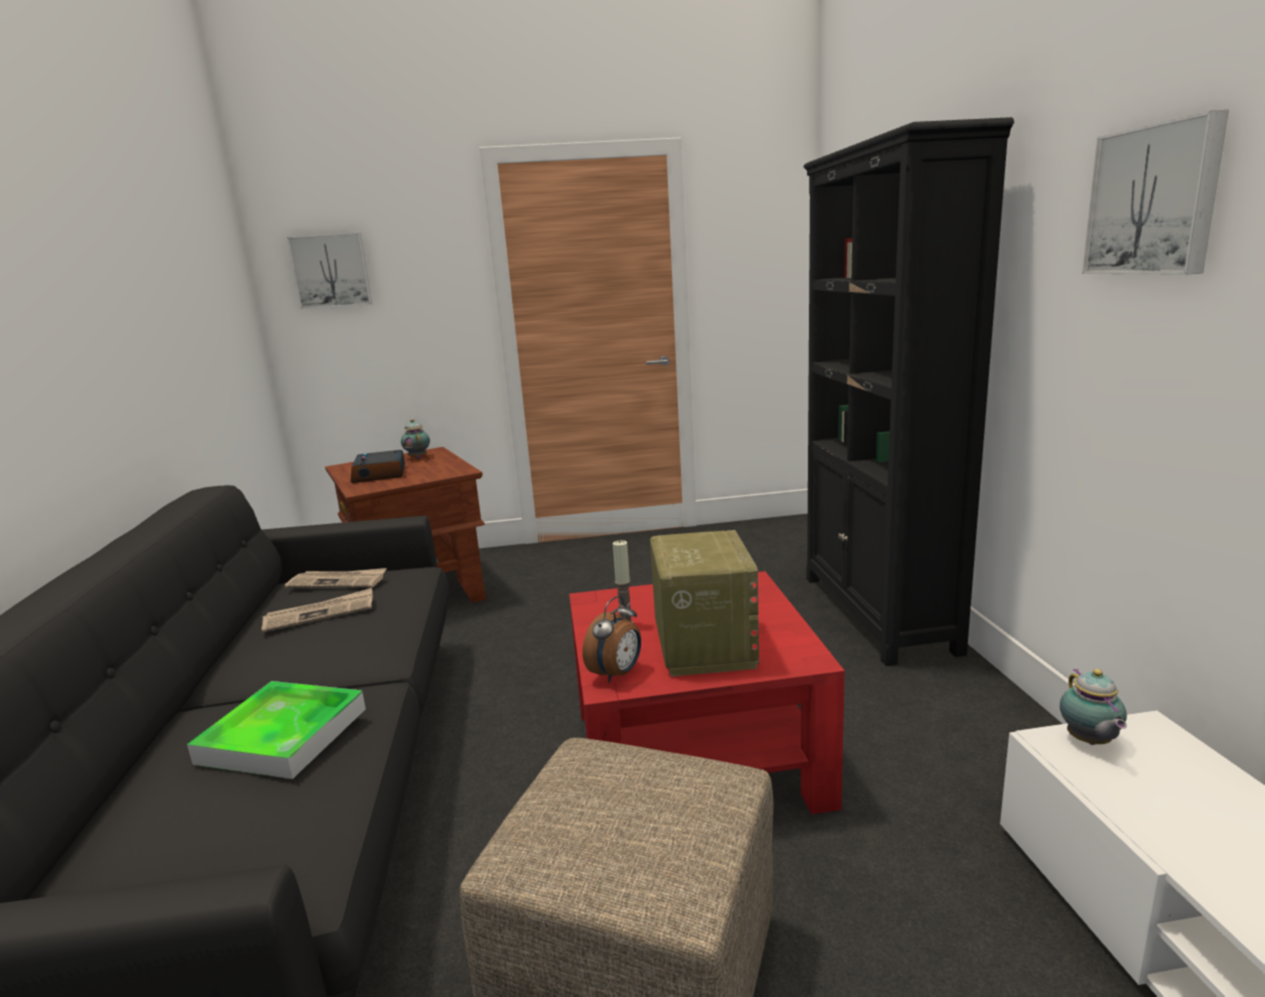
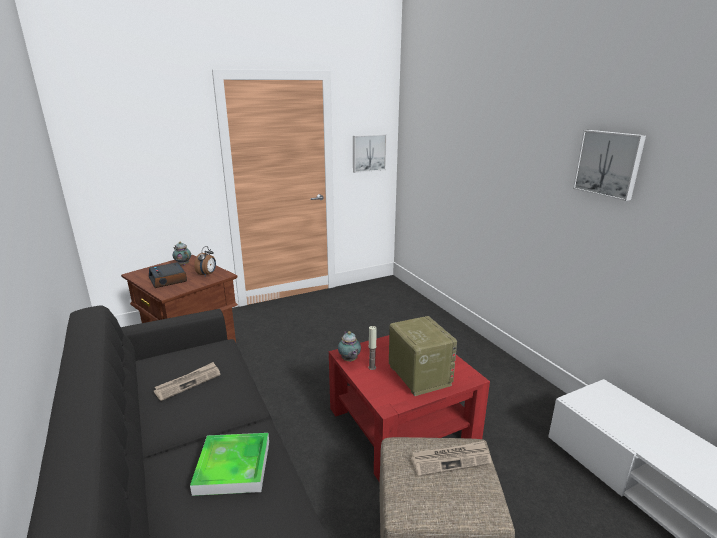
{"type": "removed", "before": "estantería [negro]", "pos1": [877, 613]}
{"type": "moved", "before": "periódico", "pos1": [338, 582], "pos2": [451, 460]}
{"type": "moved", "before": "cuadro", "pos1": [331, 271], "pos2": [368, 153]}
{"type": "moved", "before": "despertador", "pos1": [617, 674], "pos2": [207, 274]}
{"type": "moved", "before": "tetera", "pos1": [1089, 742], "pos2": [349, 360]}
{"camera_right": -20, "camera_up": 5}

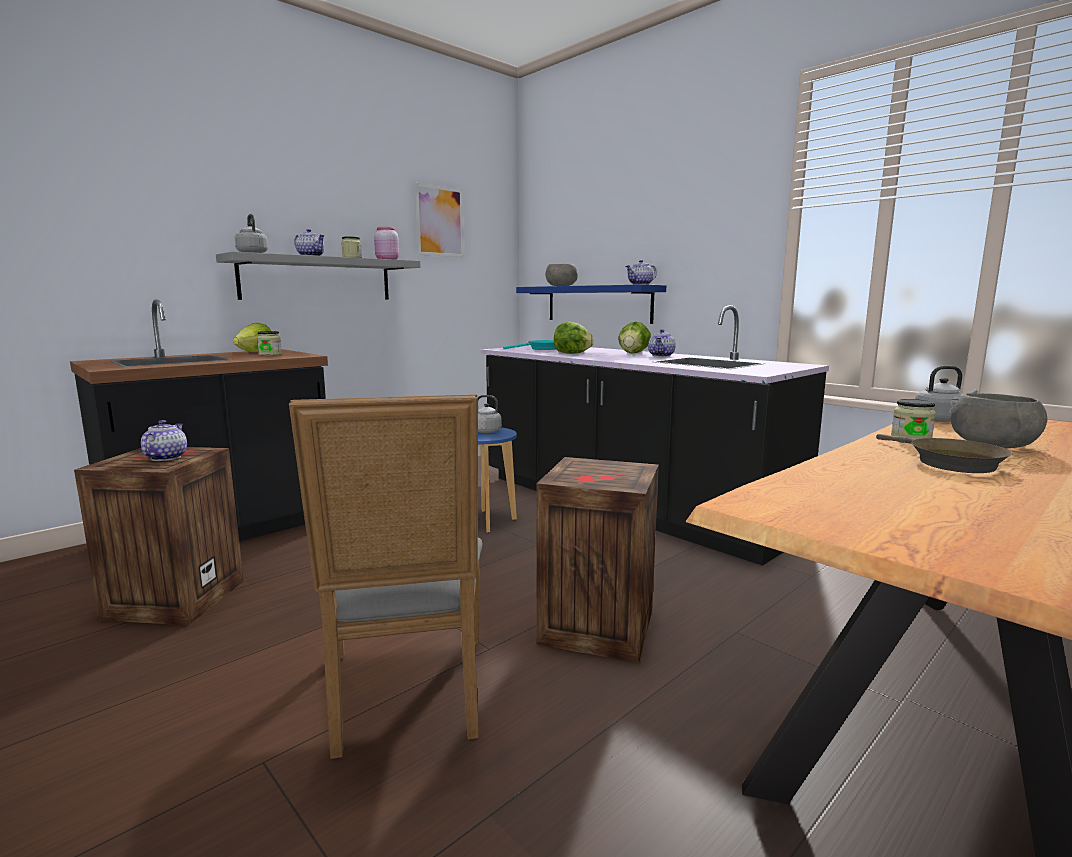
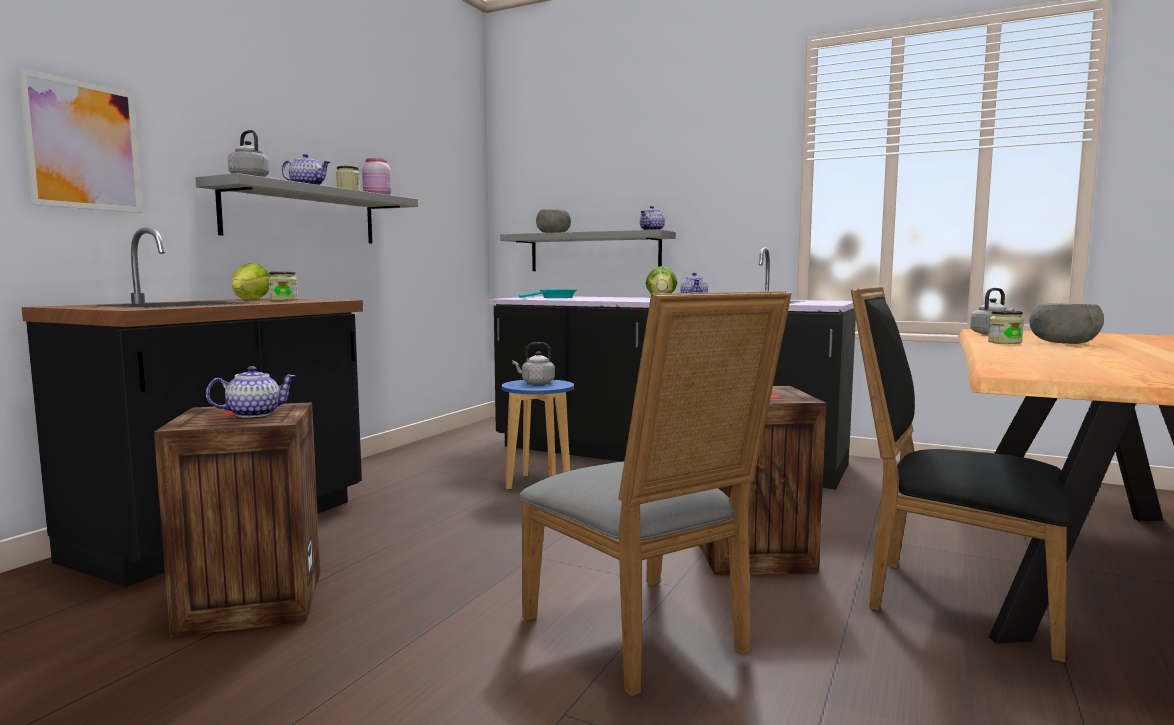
{"type": "removed", "before": "lechuga", "pos1": [572, 353]}
{"type": "removed", "before": "sartén [marrón]", "pos1": [948, 462]}
{"type": "added", "after": "silla [negro]", "pos2": [951, 599]}
{"type": "moved", "before": "cuadro", "pos1": [439, 221], "pos2": [83, 146]}
{"type": "recoloured", "before": "estante [azul]", "after": "estante [gris]", "pos1": [598, 304], "pos2": [594, 252]}
{"type": "turned", "before": "tetera", "pos1": [165, 457], "pos2": [254, 414], "turn": 75}
{"camera_right": -20, "camera_up": -5}

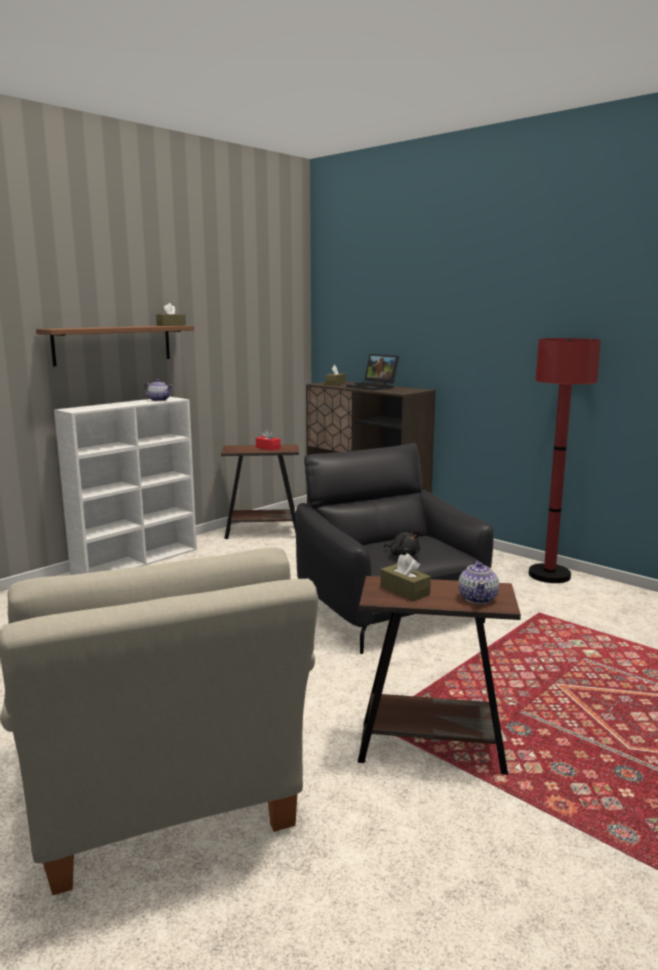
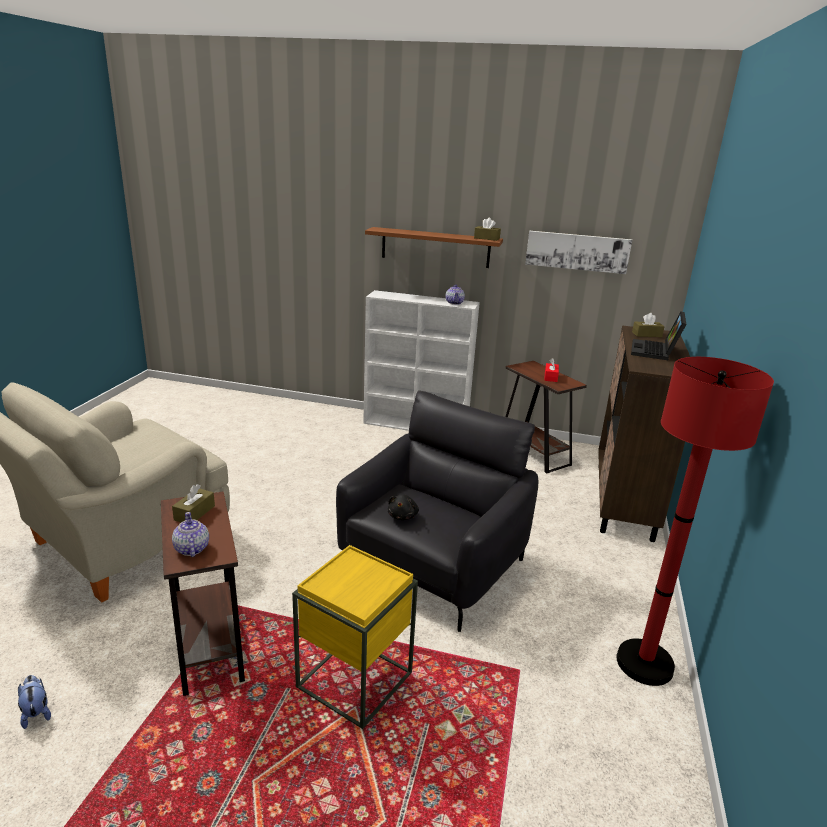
{"type": "added", "after": "peluche", "pos2": [36, 712]}
{"type": "added", "after": "mesa auxiliar [amarillo]", "pos2": [355, 680]}
{"type": "added", "after": "cuadro", "pos2": [577, 251]}
{"type": "turned", "before": "tetera", "pos1": [478, 598], "pos2": [191, 549], "turn": 90}
{"camera_right": 60, "camera_up": 10}

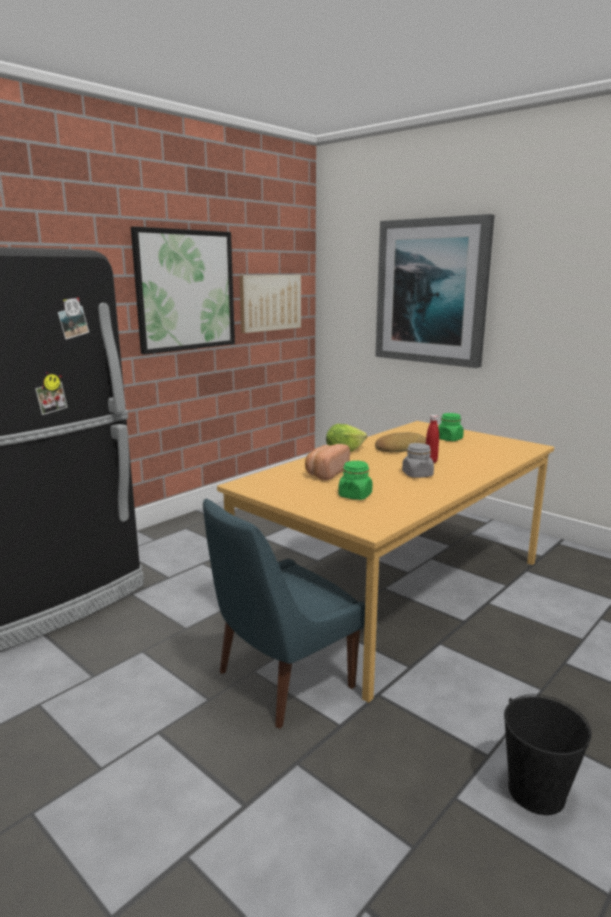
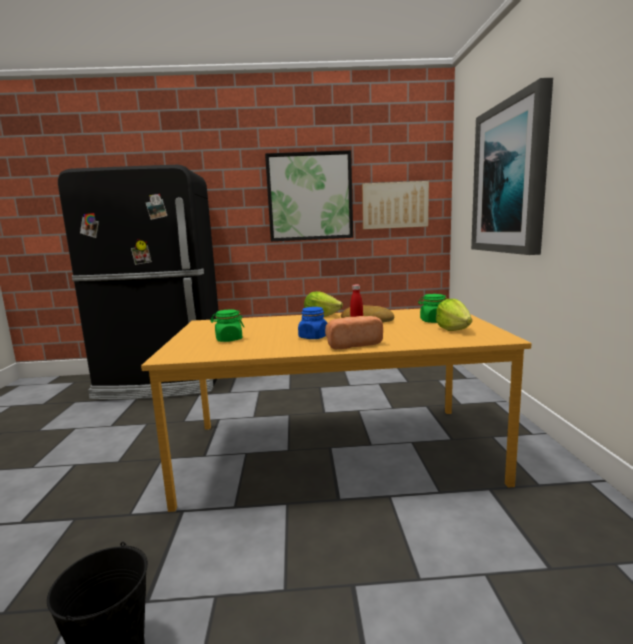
{"type": "removed", "before": "silla [azul]", "pos1": [280, 681]}
{"type": "added", "after": "lechuga", "pos2": [453, 329]}
{"type": "moved", "before": "pan", "pos1": [325, 473], "pos2": [352, 344]}
{"type": "recoloured", "before": "tarro [gris]", "after": "tarro [azul]", "pos1": [417, 475], "pos2": [313, 337]}
{"camera_right": 45, "camera_up": -5}

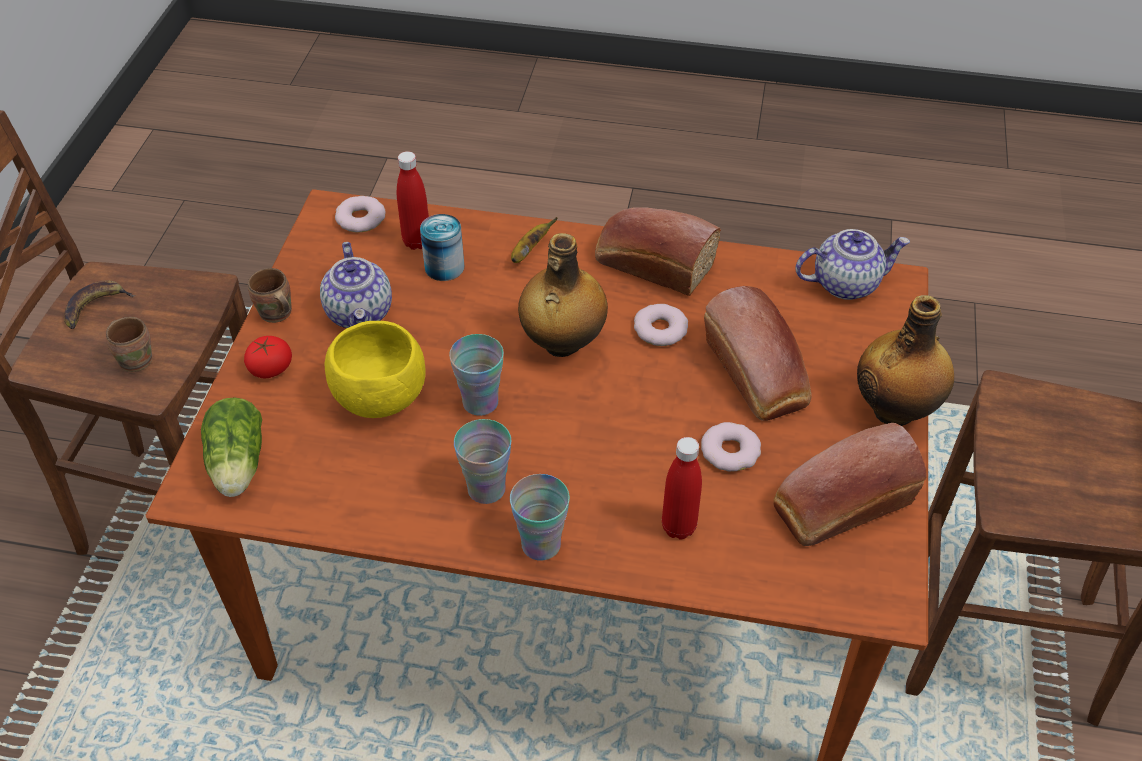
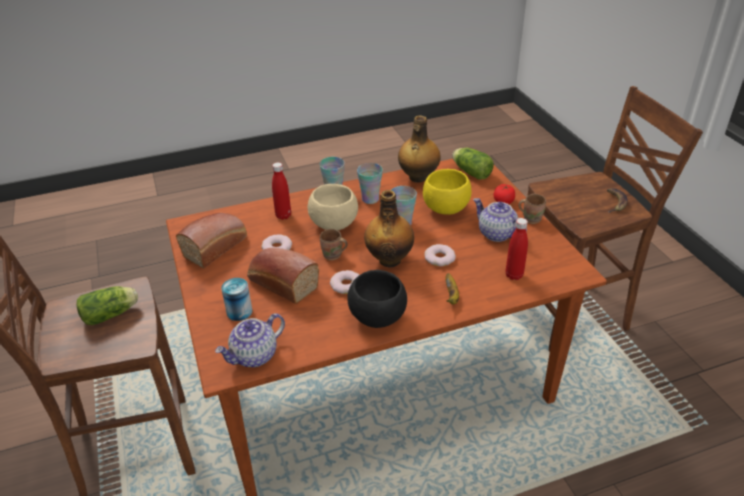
{"type": "added", "after": "lechuga", "pos2": [112, 314]}
{"type": "added", "after": "cuenco [beis]", "pos2": [334, 224]}
{"type": "moved", "before": "taza grande [marrón]", "pos1": [137, 359], "pos2": [333, 256]}
{"type": "moved", "before": "rosquilla", "pos1": [360, 218], "pos2": [440, 258]}
{"type": "moved", "before": "lata", "pos1": [444, 267], "pos2": [239, 312]}
{"type": "moved", "before": "botella", "pos1": [895, 409], "pos2": [418, 177]}
{"type": "replaced", "before": "pan", "after": "cuenco [negro]", "pos1": [651, 264], "pos2": [378, 317]}
{"camera_right": 150, "camera_up": -10}

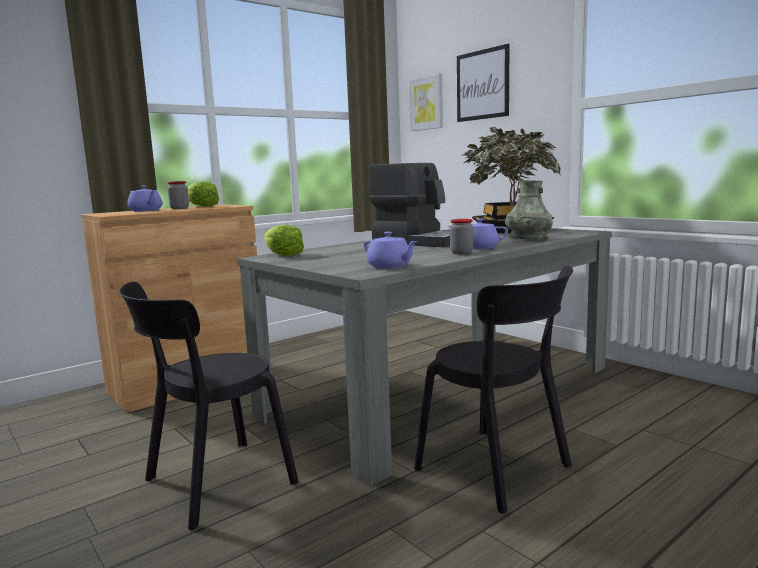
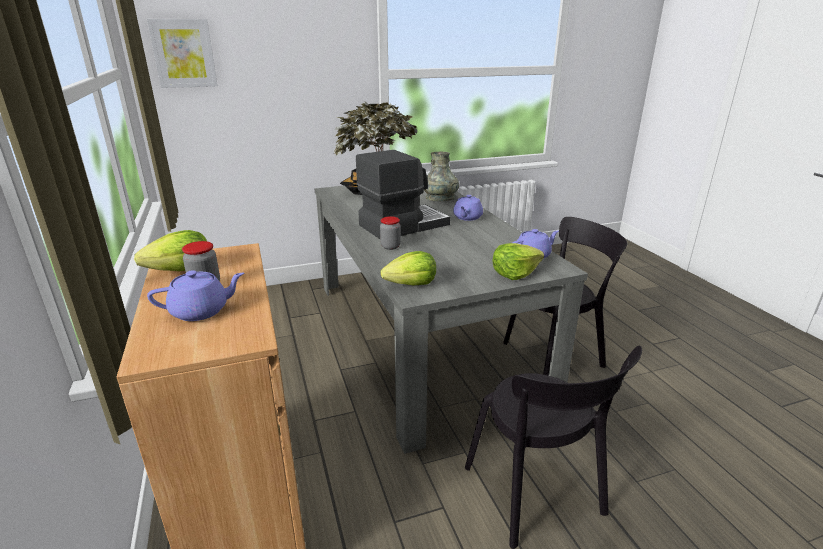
{"type": "removed", "before": "cuadro", "pos1": [482, 85]}
{"type": "added", "after": "lechuga", "pos2": [514, 273]}
{"type": "moved", "before": "tarro", "pos1": [461, 253], "pos2": [390, 246]}
{"camera_right": -70, "camera_up": 15}

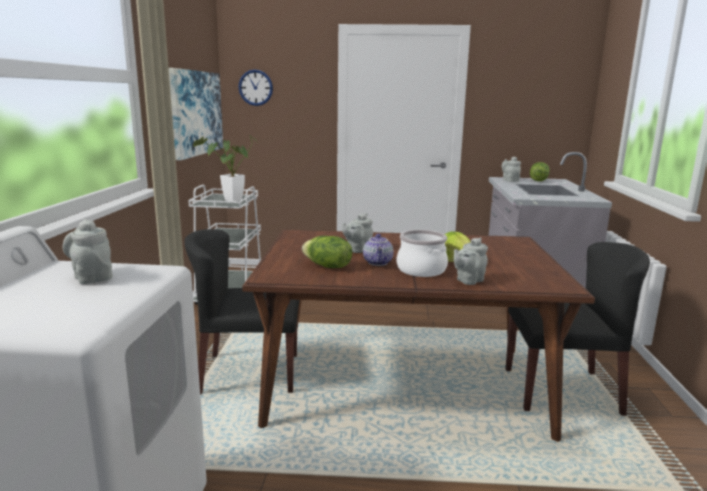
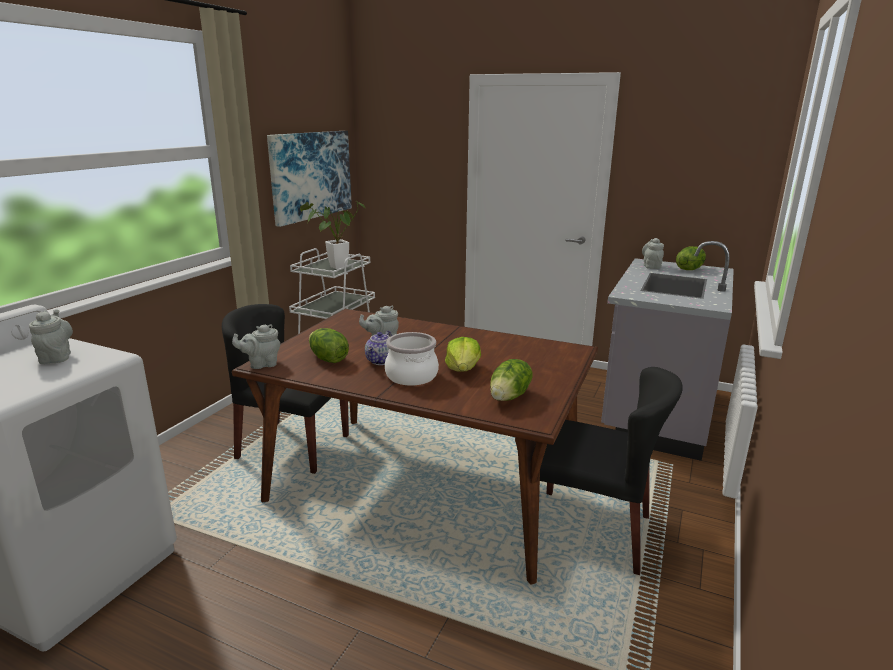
{"type": "removed", "before": "reloj de pared", "pos1": [255, 87]}
{"type": "added", "after": "lechuga", "pos2": [510, 397]}
{"type": "moved", "before": "tetera [gris]", "pos1": [468, 281], "pos2": [261, 364]}
{"camera_right": 20, "camera_up": 5}

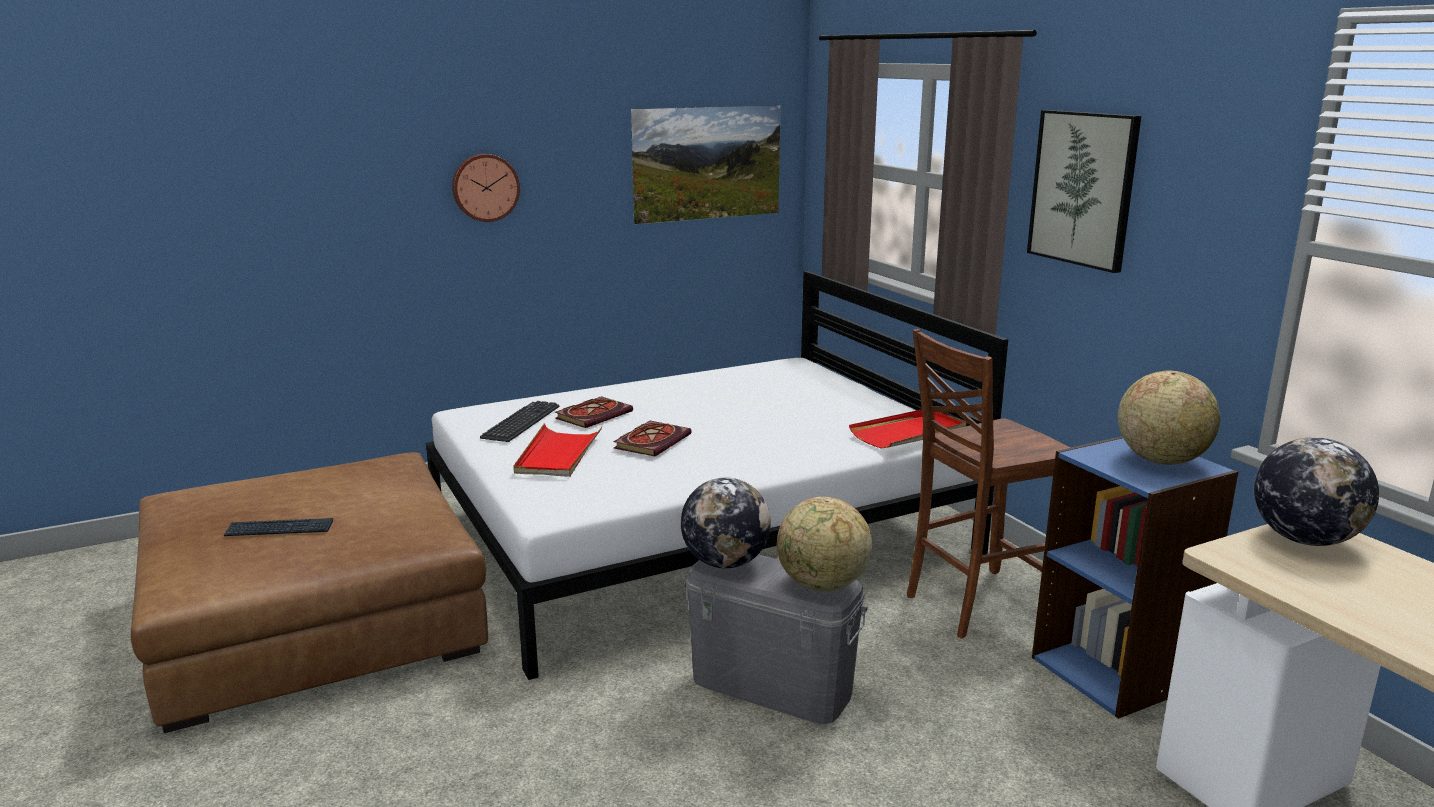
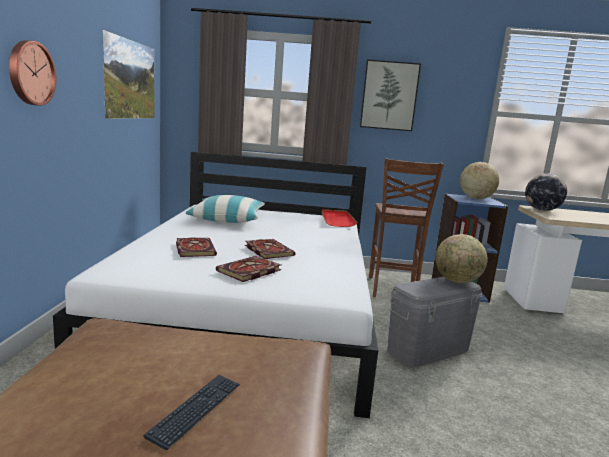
{"type": "removed", "before": "teclado", "pos1": [521, 422]}
{"type": "removed", "before": "globo terráqueo", "pos1": [725, 563]}
{"type": "added", "after": "cojín", "pos2": [227, 219]}
{"type": "replaced", "before": "bandeja [rojo]", "after": "libro", "pos1": [558, 454], "pos2": [249, 271]}
{"camera_right": -60, "camera_up": -5}

